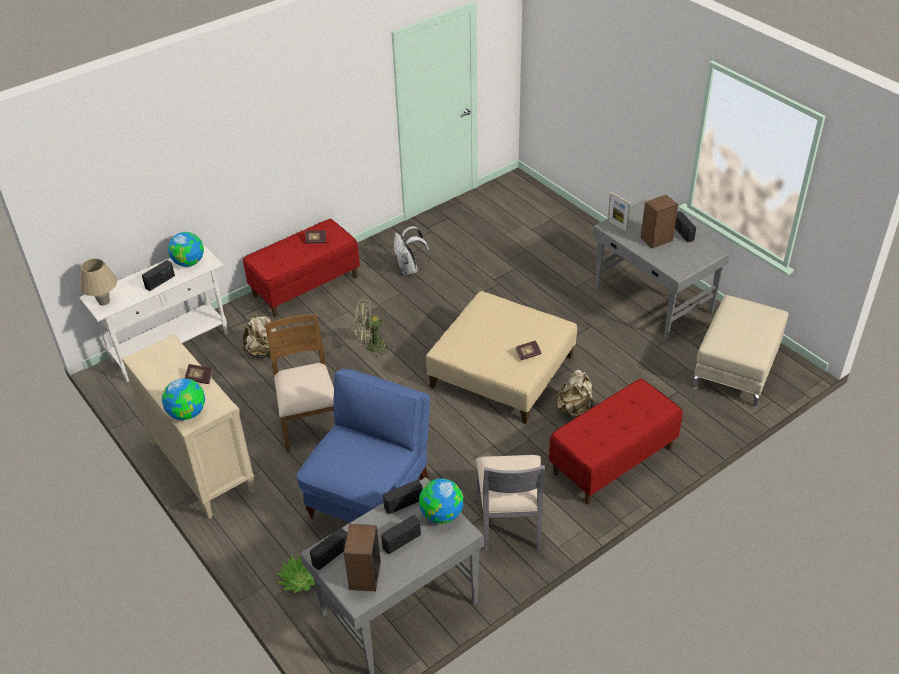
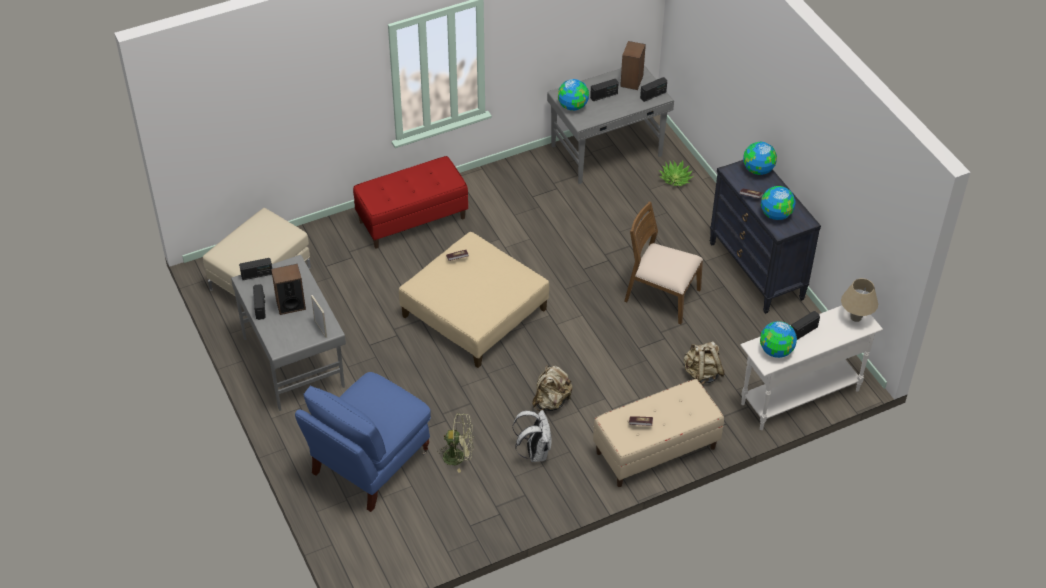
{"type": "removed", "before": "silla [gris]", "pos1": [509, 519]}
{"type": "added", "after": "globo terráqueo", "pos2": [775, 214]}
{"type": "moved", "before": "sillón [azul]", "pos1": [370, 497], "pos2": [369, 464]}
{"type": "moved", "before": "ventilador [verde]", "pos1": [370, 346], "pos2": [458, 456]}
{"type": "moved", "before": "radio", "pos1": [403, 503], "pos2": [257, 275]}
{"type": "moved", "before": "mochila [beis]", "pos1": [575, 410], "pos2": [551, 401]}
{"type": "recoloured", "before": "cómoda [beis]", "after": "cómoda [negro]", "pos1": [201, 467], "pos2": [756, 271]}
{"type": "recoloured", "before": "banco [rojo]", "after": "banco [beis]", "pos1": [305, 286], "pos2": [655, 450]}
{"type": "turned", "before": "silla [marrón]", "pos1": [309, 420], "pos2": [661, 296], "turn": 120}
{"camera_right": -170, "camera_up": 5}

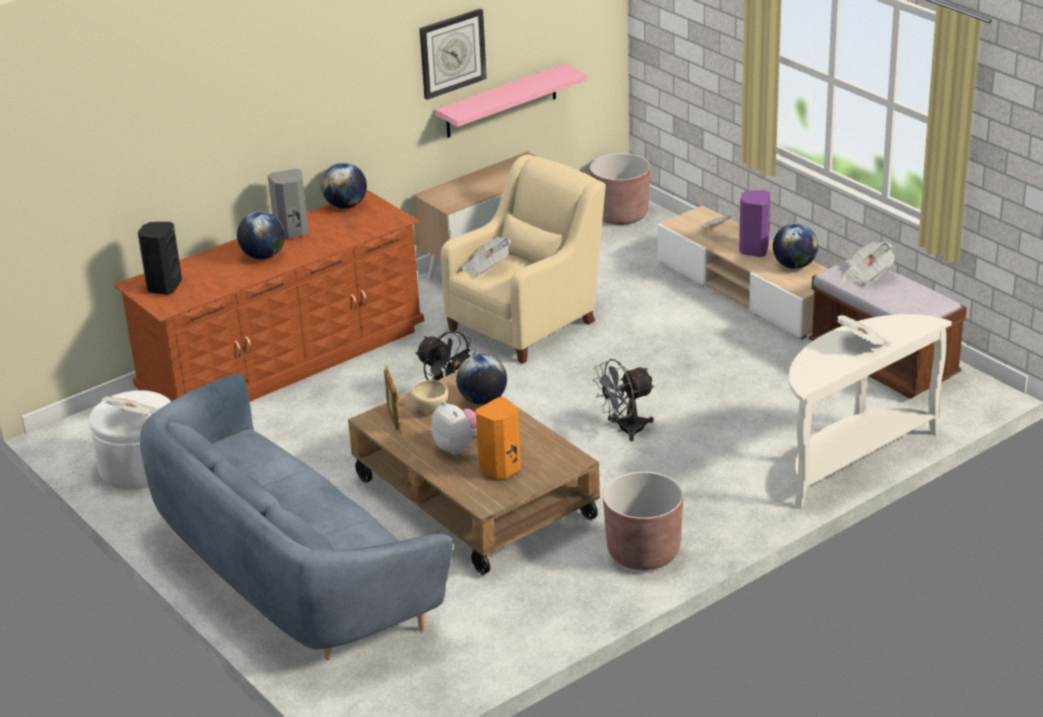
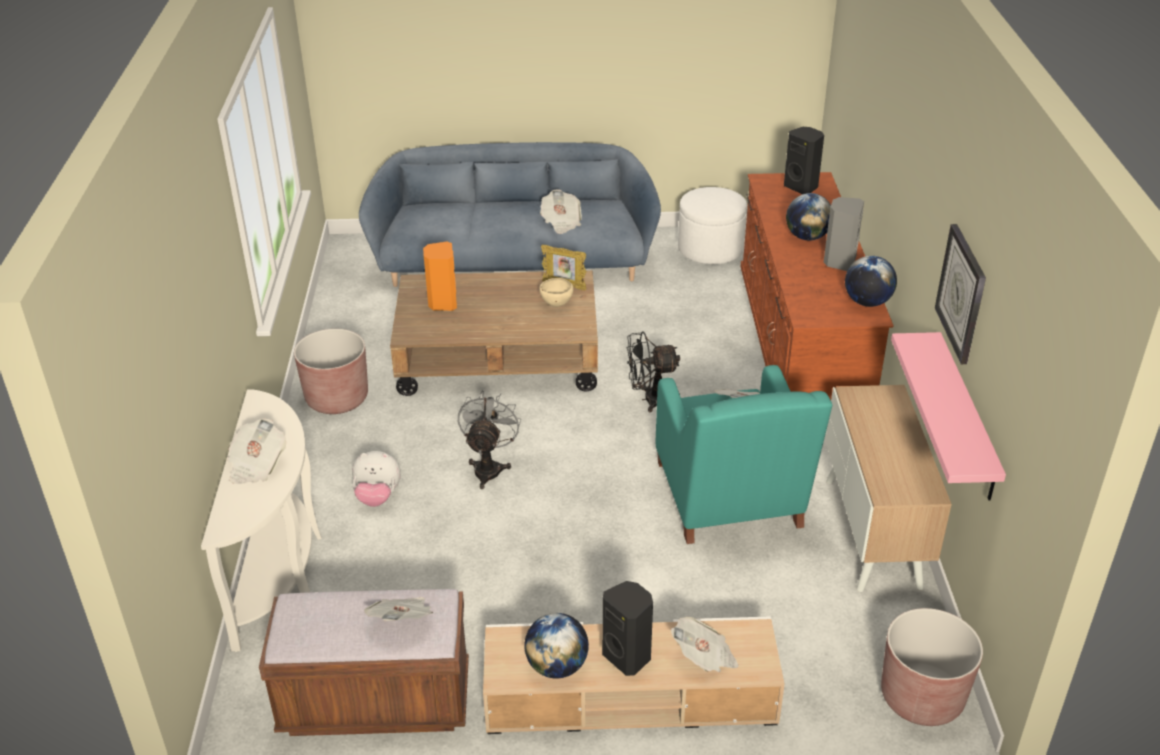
{"type": "removed", "before": "globo terráqueo", "pos1": [483, 400]}
{"type": "moved", "before": "periódico", "pos1": [133, 417], "pos2": [561, 222]}
{"type": "moved", "before": "peluche", "pos1": [459, 447], "pos2": [377, 497]}
{"type": "recoloured", "before": "sillón [beis]", "after": "sillón [turquesa]", "pos1": [526, 322], "pos2": [730, 499]}
{"type": "recoloured", "before": "altavoz [morado]", "after": "altavoz [negro]", "pos1": [753, 250], "pos2": [628, 656]}
{"camera_right": 125, "camera_up": 5}

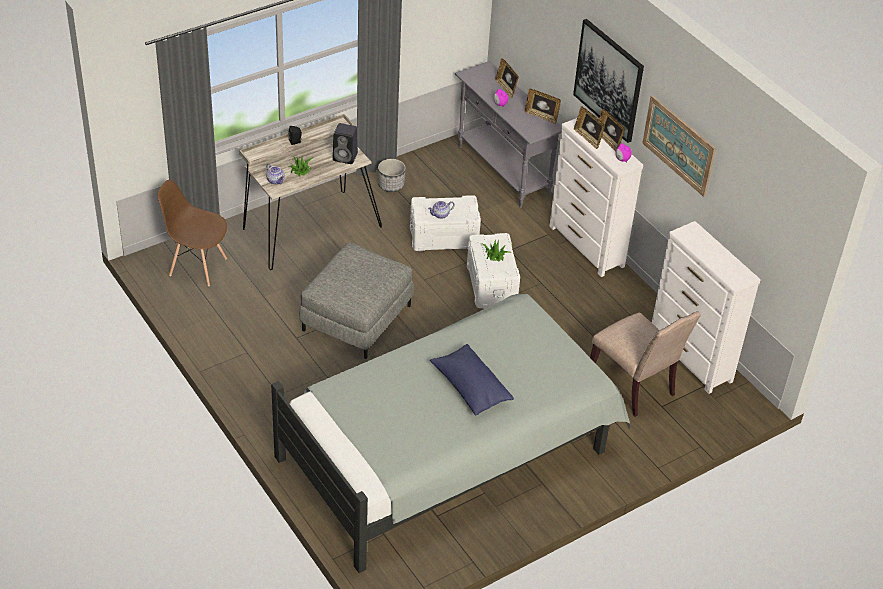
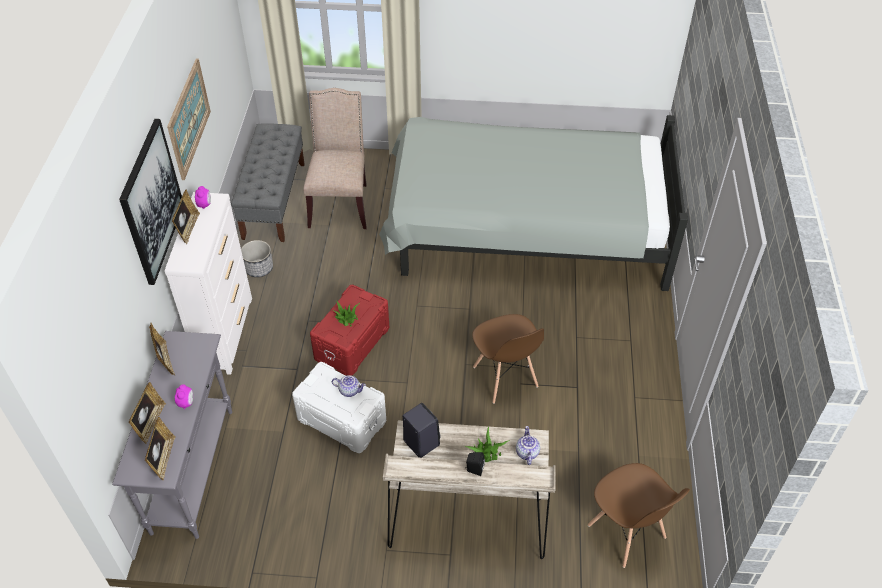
{"type": "removed", "before": "cojín [azul]", "pos1": [470, 388]}
{"type": "moved", "before": "maceta", "pos1": [391, 185], "pos2": [258, 268]}
{"type": "moved", "before": "portarretratos", "pos1": [588, 138], "pos2": [163, 459]}
{"type": "replaced", "before": "puf [gris]", "after": "silla [marrón]", "pos1": [356, 317], "pos2": [505, 377]}
{"type": "replaced", "before": "cómoda [blanco]", "after": "banco [gris]", "pos1": [690, 358], "pos2": [274, 200]}
{"type": "recoloured", "before": "caja de almacenaje [blanco]", "after": "caja de almacenaje [rojo]", "pos1": [492, 284], "pos2": [351, 343]}
{"camera_right": -140, "camera_up": 5}

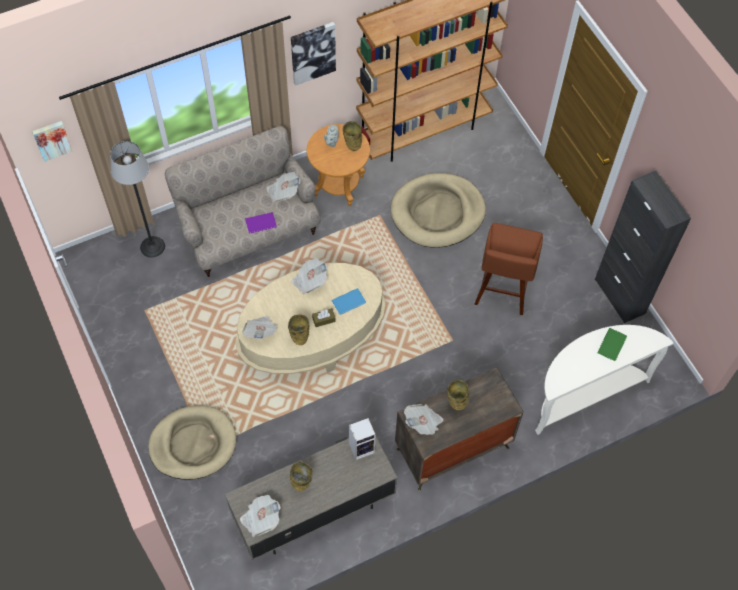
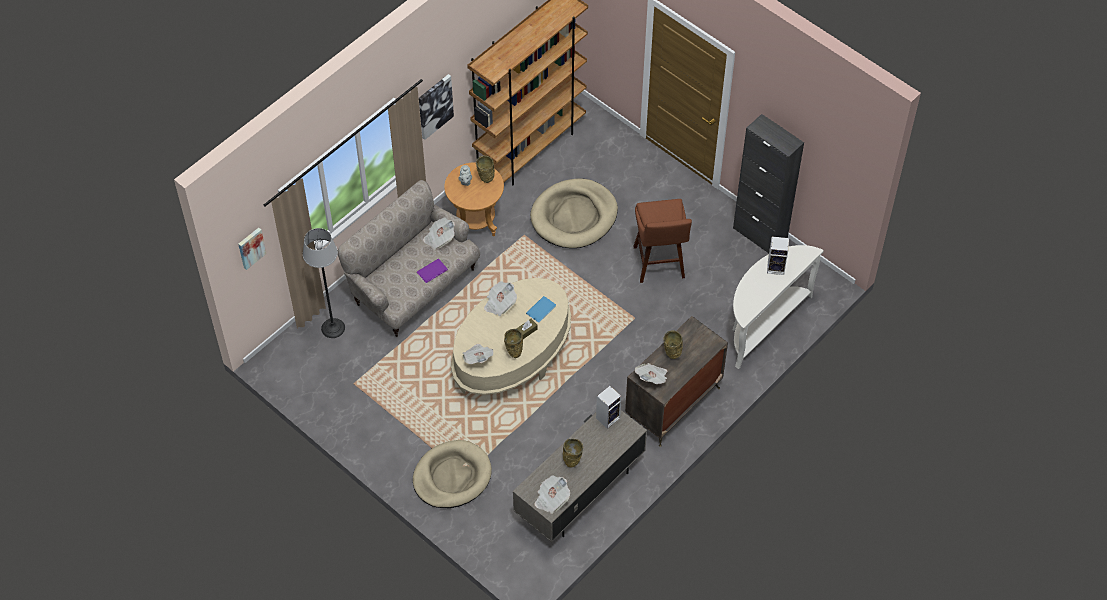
{"type": "replaced", "before": "libro [verde]", "after": "altavoz", "pos1": [613, 344], "pos2": [776, 267]}
{"camera_right": -20, "camera_up": -5}

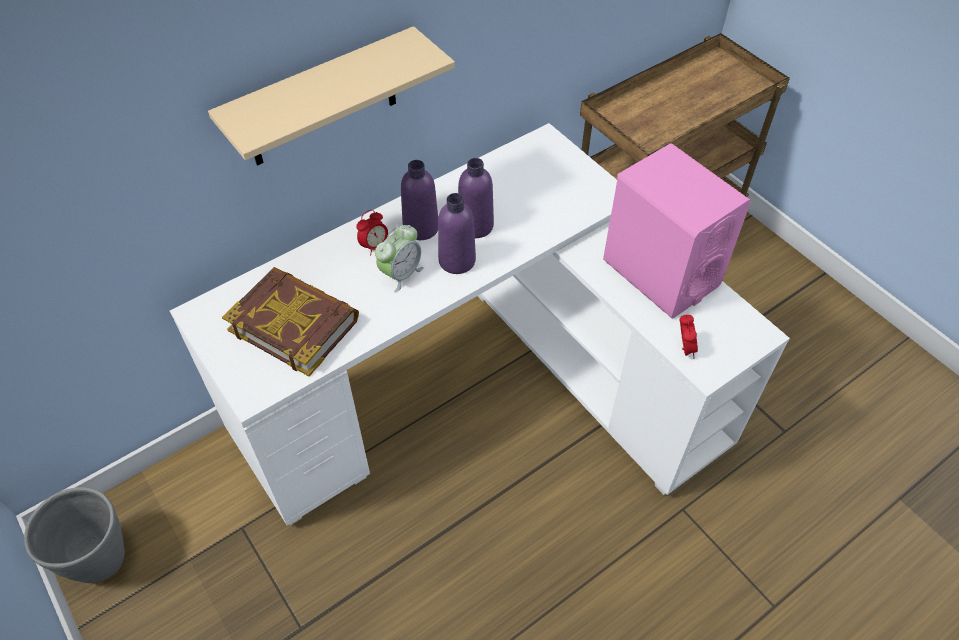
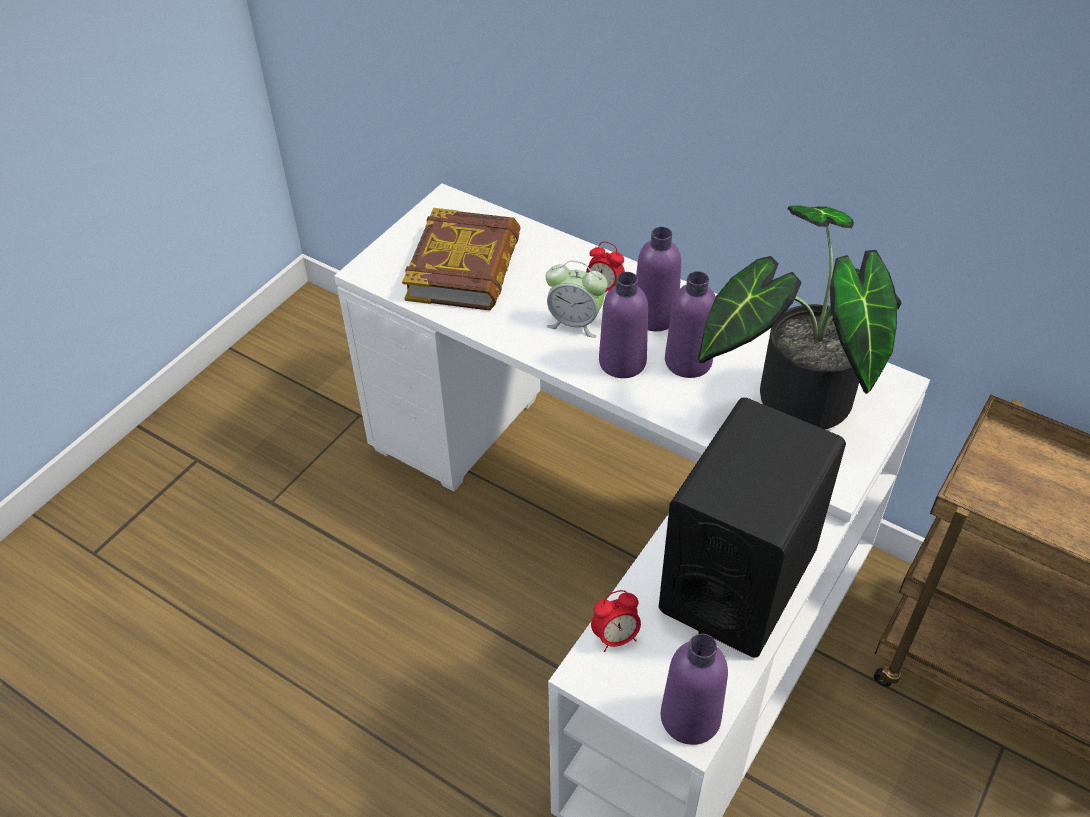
{"type": "removed", "before": "maceta [gris]", "pos1": [102, 560]}
{"type": "removed", "before": "estante [beis]", "pos1": [322, 100]}
{"type": "added", "after": "botella [morado]", "pos2": [690, 718]}
{"type": "added", "after": "planta en maceta", "pos2": [793, 396]}
{"type": "recoloured", "before": "altavoz [rosa]", "after": "altavoz [negro]", "pos1": [660, 273], "pos2": [738, 580]}
{"camera_right": 70, "camera_up": -5}

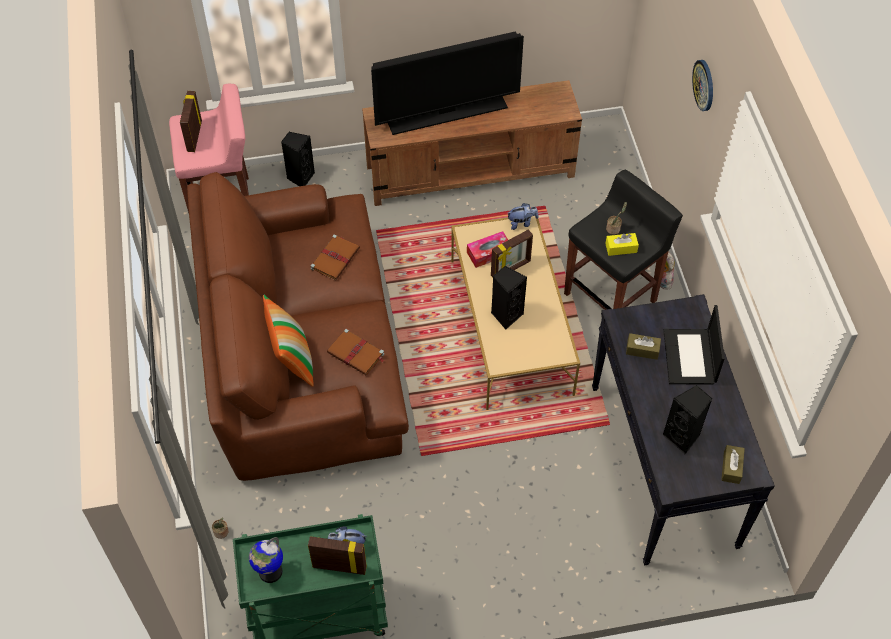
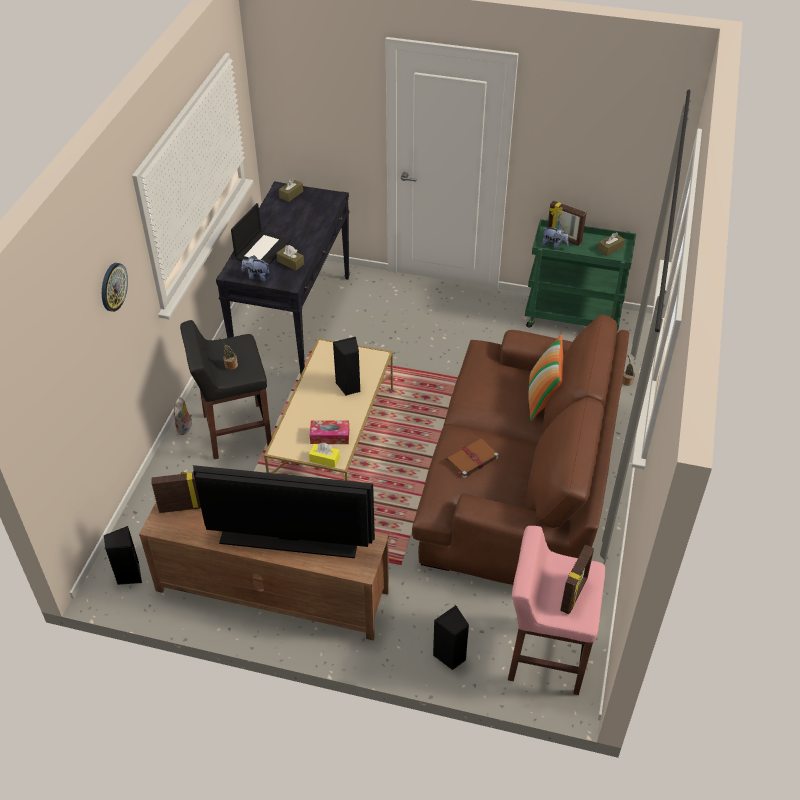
{"type": "removed", "before": "libro [marrón]", "pos1": [356, 354]}
{"type": "moved", "before": "portarretratos", "pos1": [511, 269], "pos2": [182, 507]}
{"type": "moved", "before": "peluche", "pos1": [521, 223], "pos2": [256, 276]}
{"type": "moved", "before": "caja de pañuelos [amarillo]", "pos1": [621, 248], "pos2": [324, 459]}
{"type": "moved", "before": "altavoz [negro]", "pos1": [683, 437], "pos2": [129, 575]}
{"type": "replaced", "before": "globo terráqueo", "after": "caja de pañuelos [marrón]", "pos1": [270, 572], "pos2": [610, 248]}
{"camera_right": -155, "camera_up": -10}

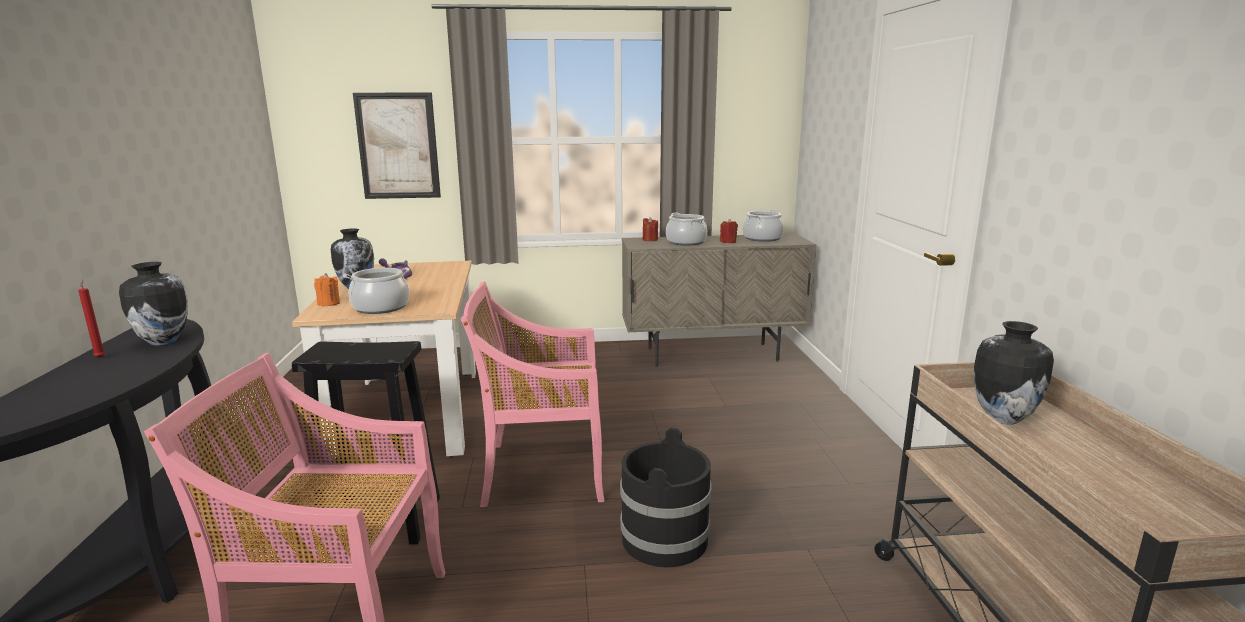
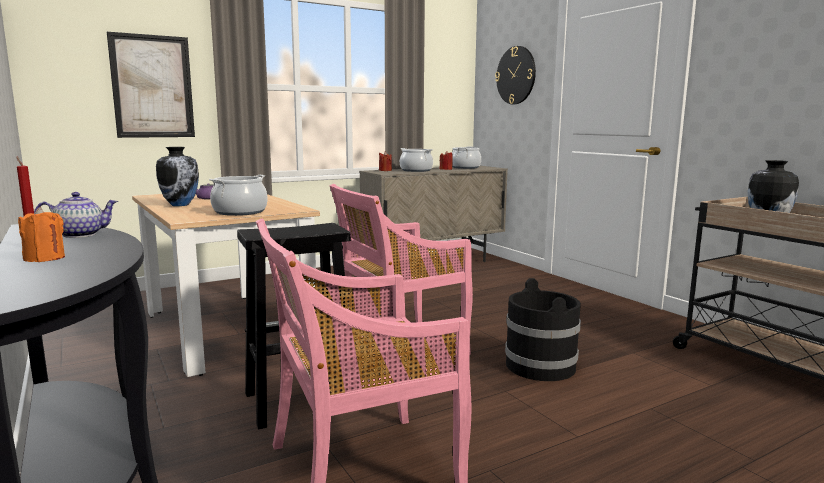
{"type": "added", "after": "reloj de pared", "pos2": [516, 75]}
{"type": "moved", "before": "vela [naranja]", "pos1": [328, 303], "pos2": [44, 258]}
{"type": "replaced", "before": "florero", "after": "tetera", "pos1": [163, 341], "pos2": [80, 234]}
{"camera_right": -25, "camera_up": -5}

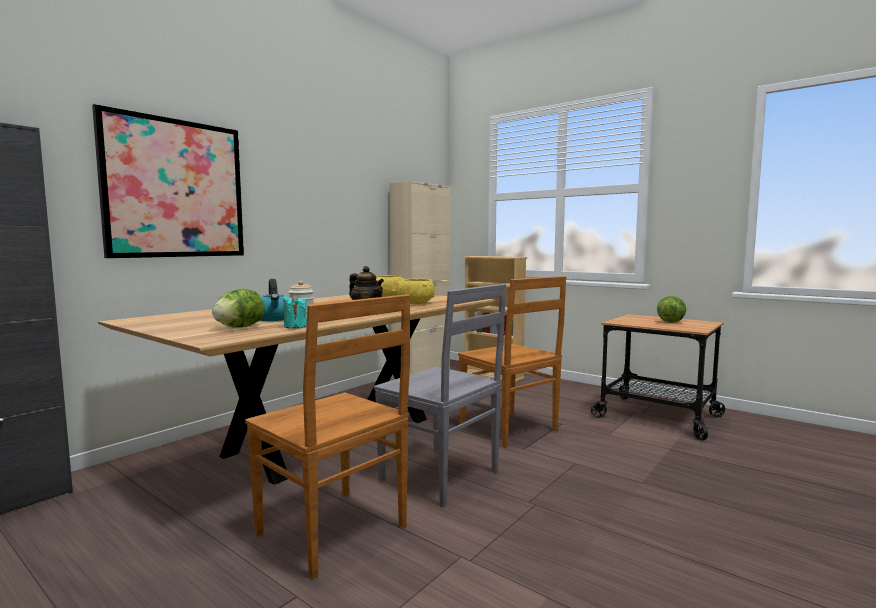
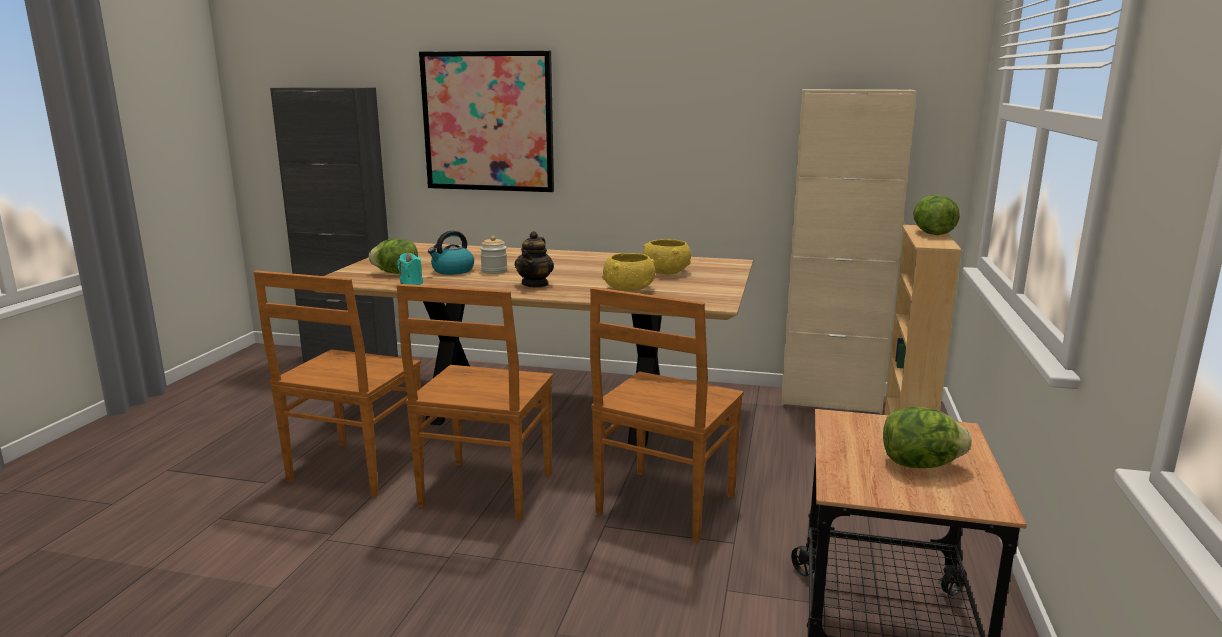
{"type": "added", "after": "lechuga", "pos2": [932, 233]}
{"type": "recoloured", "before": "silla [gris]", "after": "silla [marrón]", "pos1": [442, 477], "pos2": [485, 492]}
{"camera_right": 65, "camera_up": 10}

